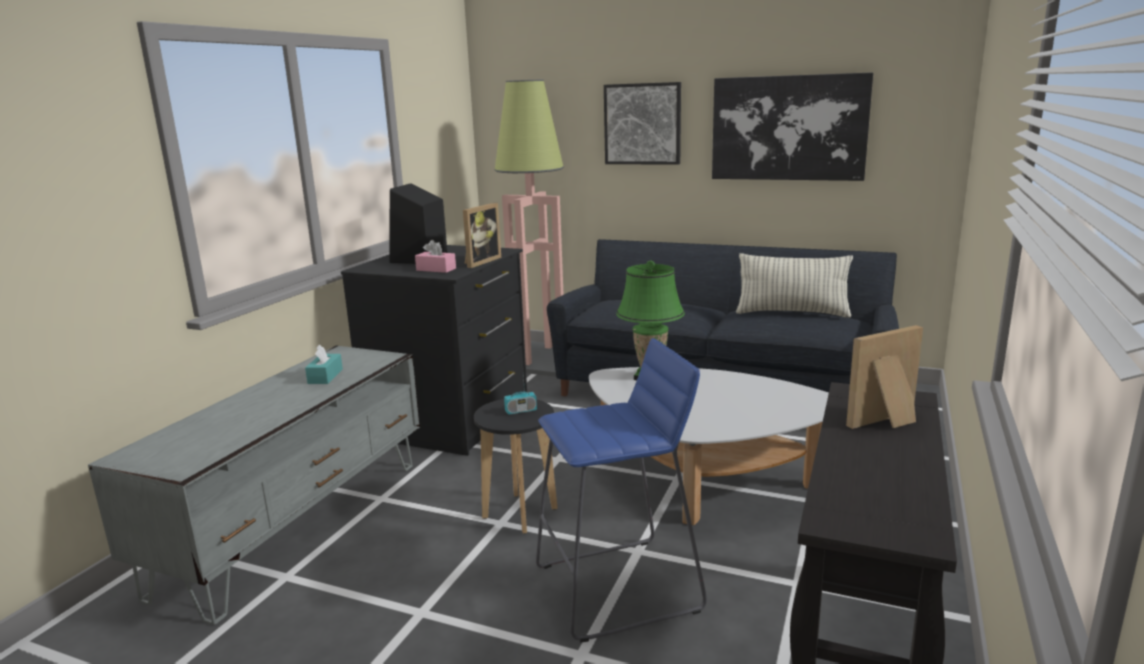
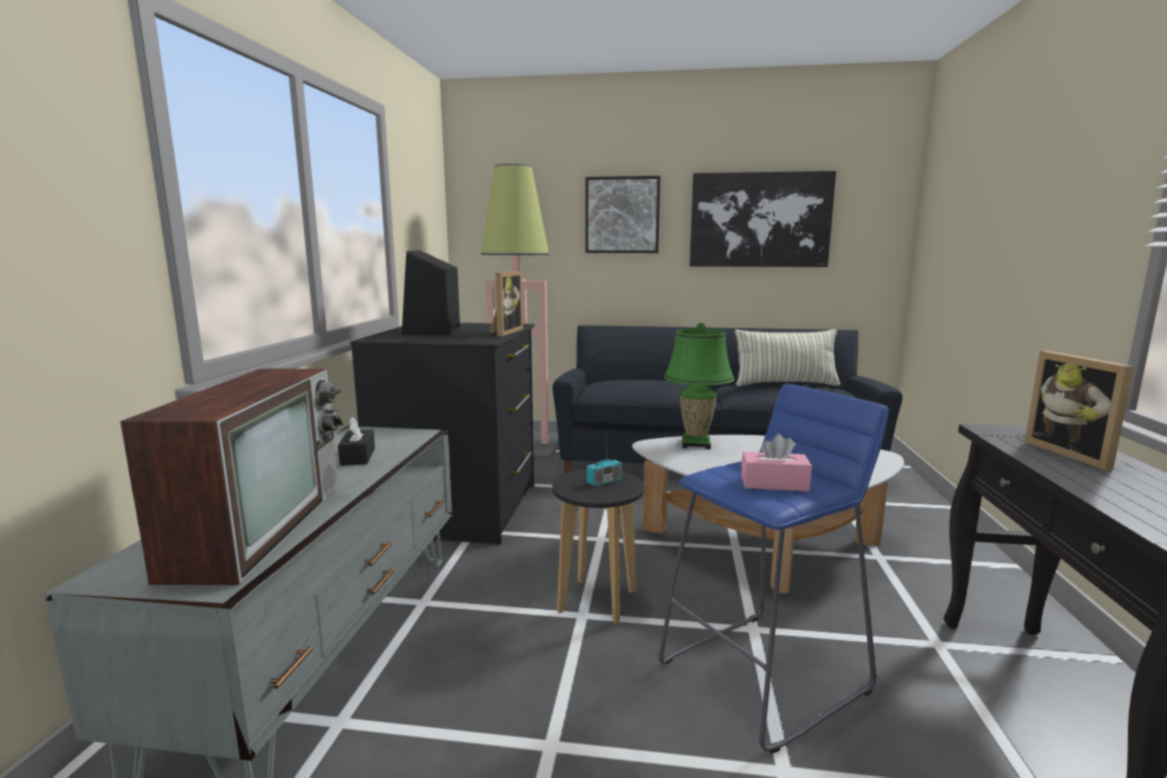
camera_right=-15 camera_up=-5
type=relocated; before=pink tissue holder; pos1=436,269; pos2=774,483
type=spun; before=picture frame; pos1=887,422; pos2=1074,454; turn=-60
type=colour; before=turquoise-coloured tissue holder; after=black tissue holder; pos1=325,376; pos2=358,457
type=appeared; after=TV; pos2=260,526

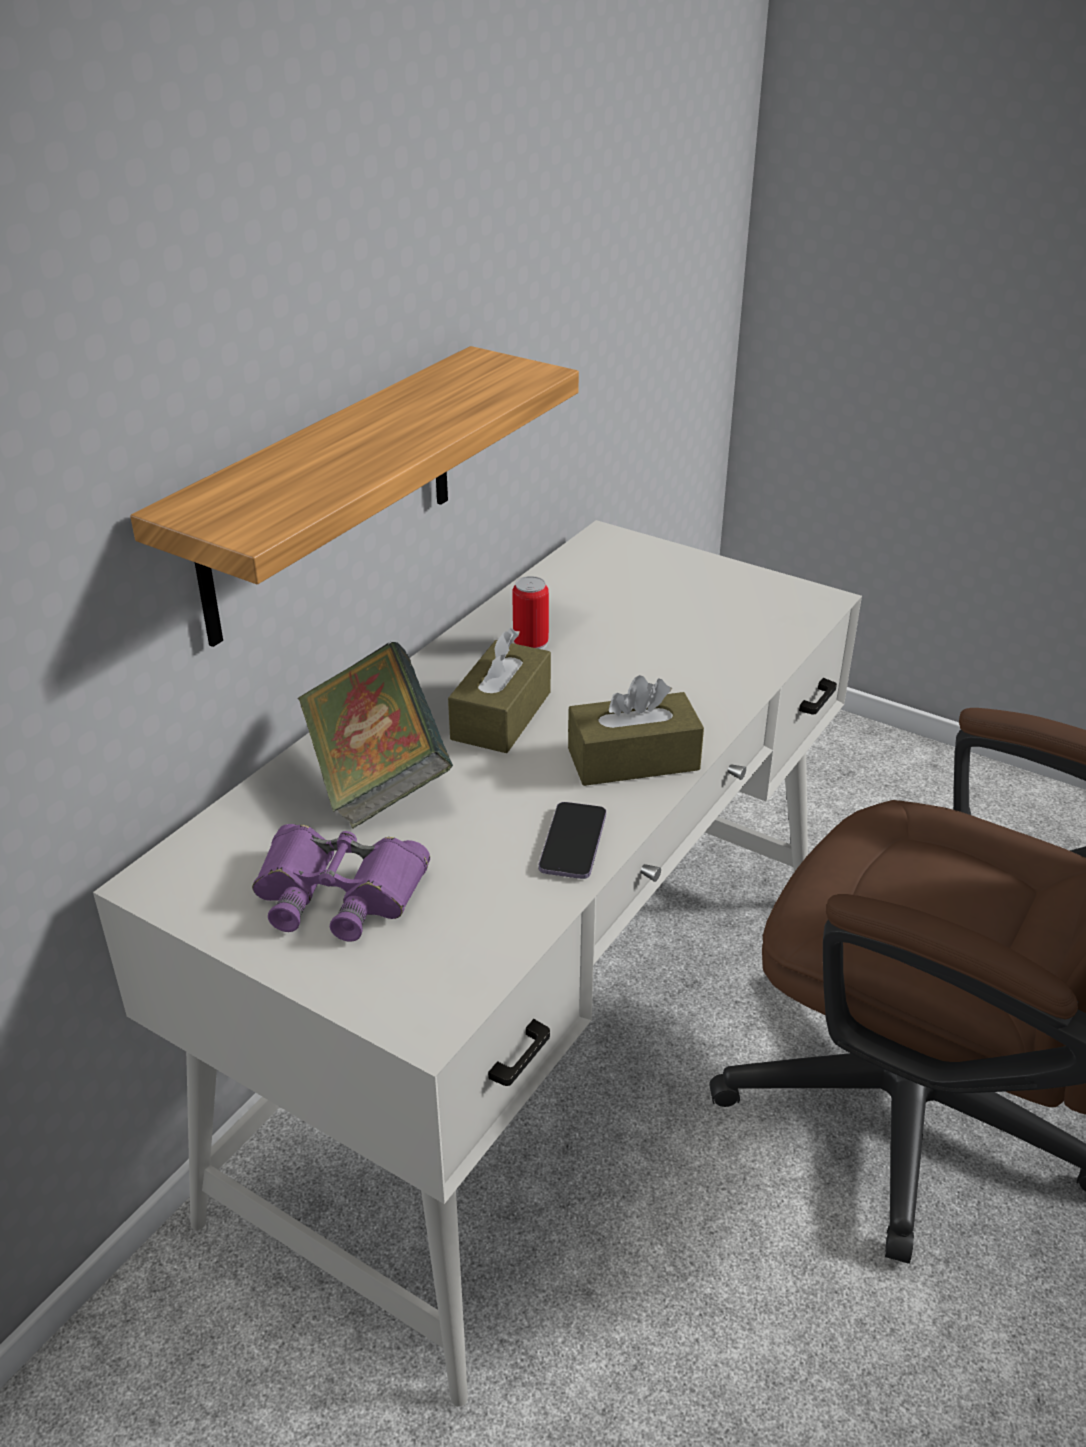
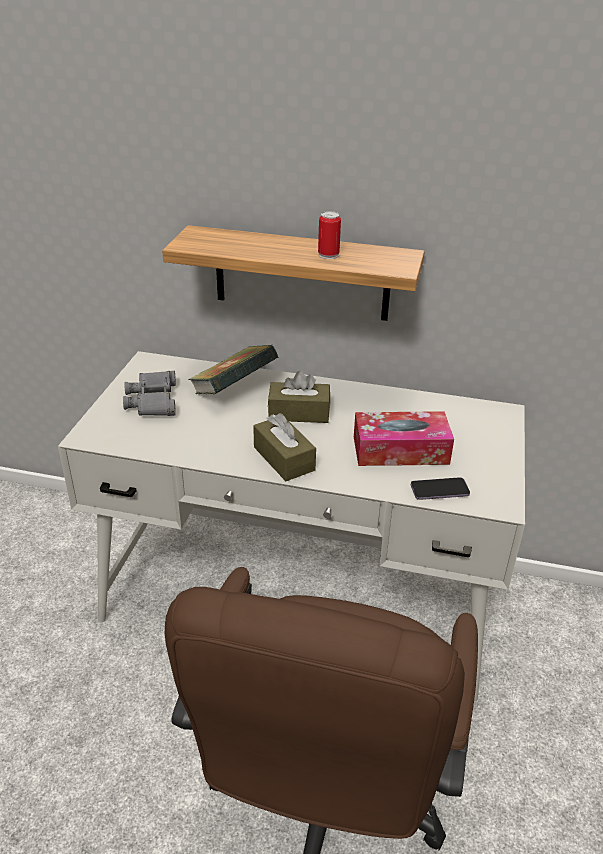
camera_right=70 camera_up=0
type=relocated; before=metal can; pos1=530,644; pos2=328,255
type=relocated; before=handset; pos1=573,843; pos2=439,490
type=colour; before=purplish field glasses; after=grey field glasses; pos1=338,893; pos2=153,400
type=appeared; after=tissue holder; pos2=400,450

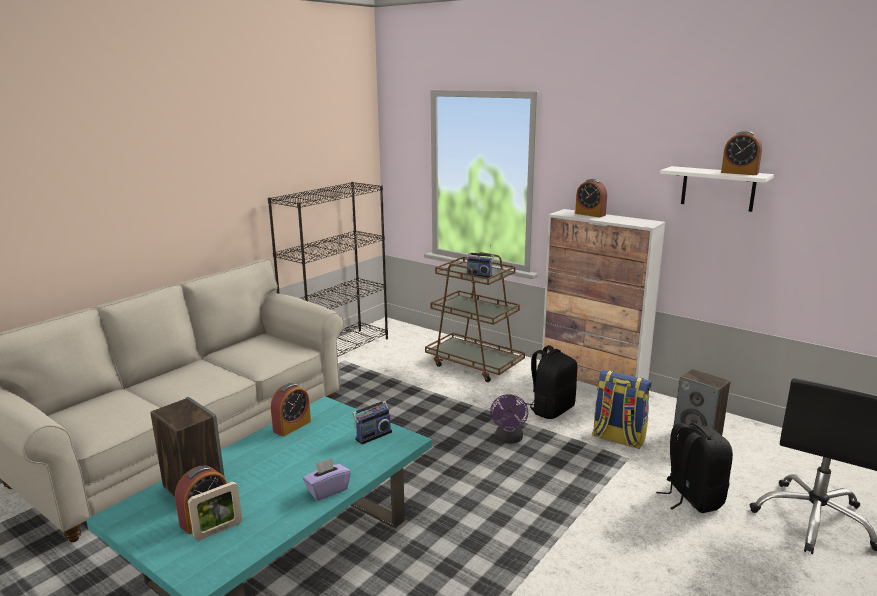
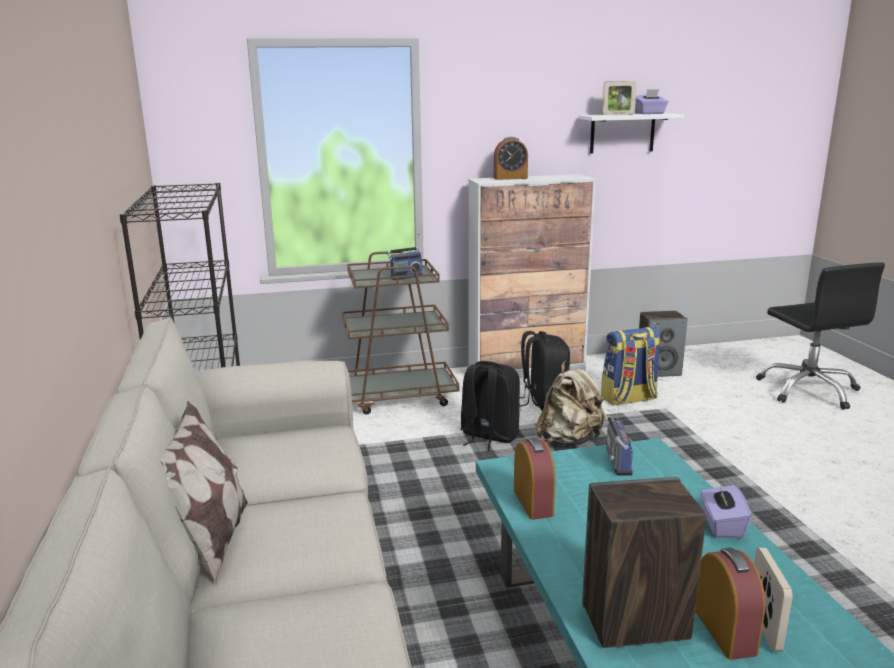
camera_right=-50 camera_up=0
type=exchanged; before=alarm clock; after=purplish tissue holder; pos1=739,173; pos2=649,113
type=exchanged; before=purplish electric fan; after=sand-coloured backpack; pos1=509,439; pos2=569,441
type=relocated; before=black backpack; pos1=691,497; pos2=488,436
type=appeared; after=picture frame; pos2=618,115
type=appeared; after=pillow; pos2=209,543

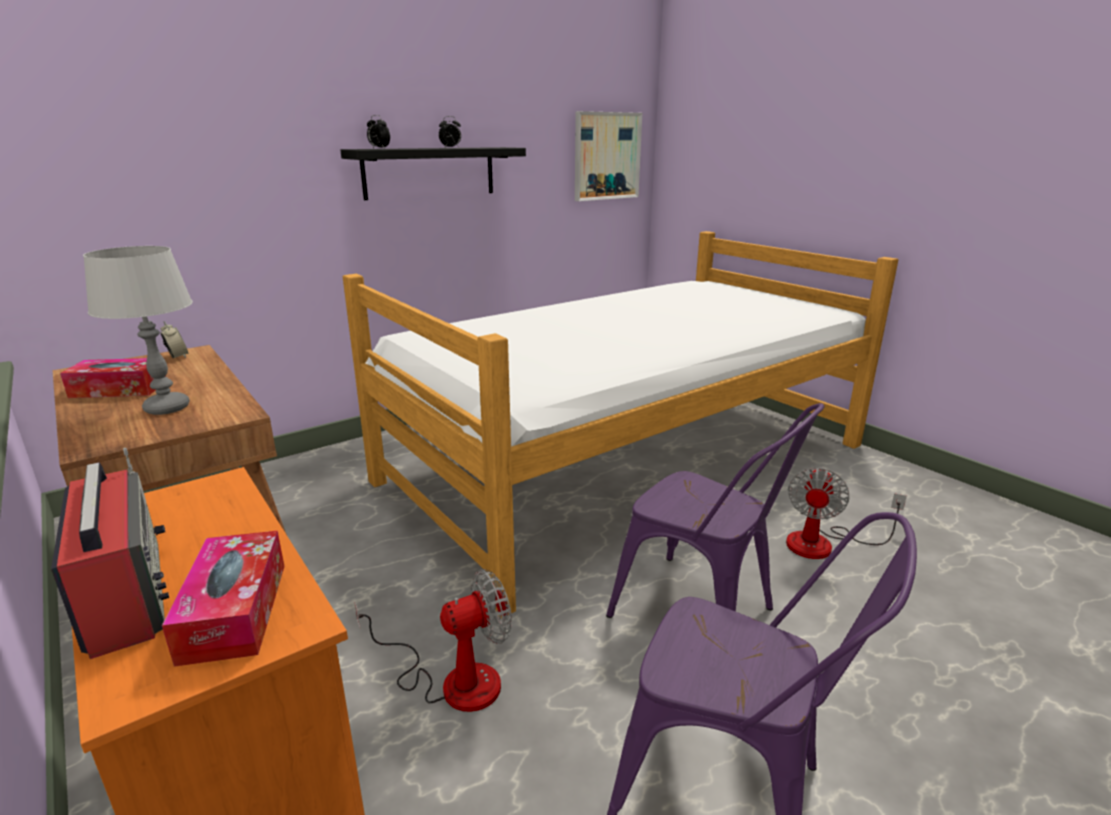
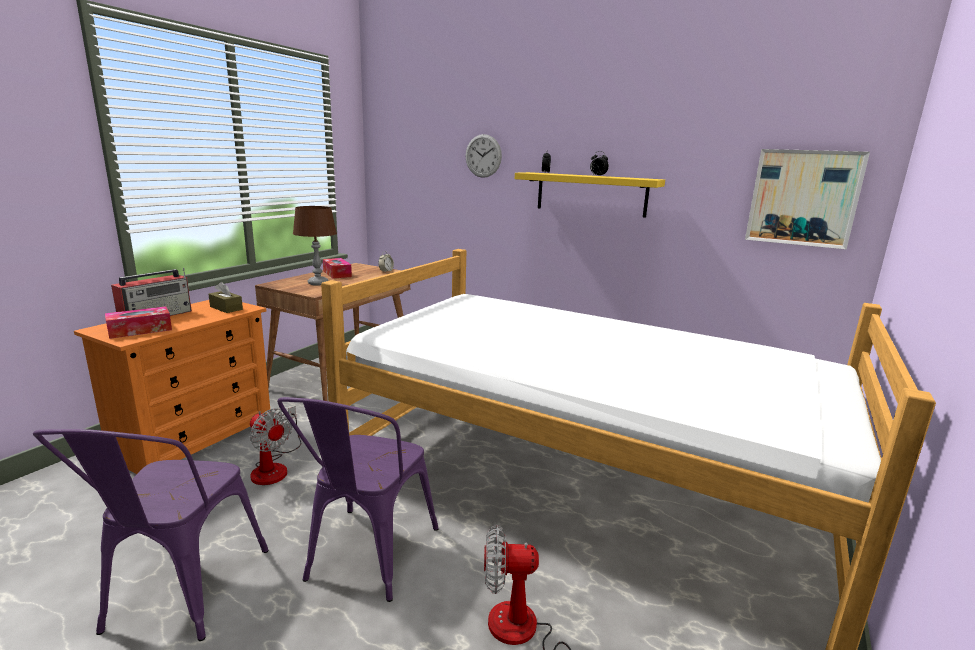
camera_right=65 camera_up=-5
type=colour; before=black wall shelf; after=yellow-coloured wall shelf; pos1=430,172; pos2=591,194
type=colour; before=grey lamp for a table; after=brown lamp for a table; pos1=167,408; pos2=318,283
type=appeared; after=wall clock; pos2=483,156
type=appeared; after=brown tissue holder; pos2=226,308

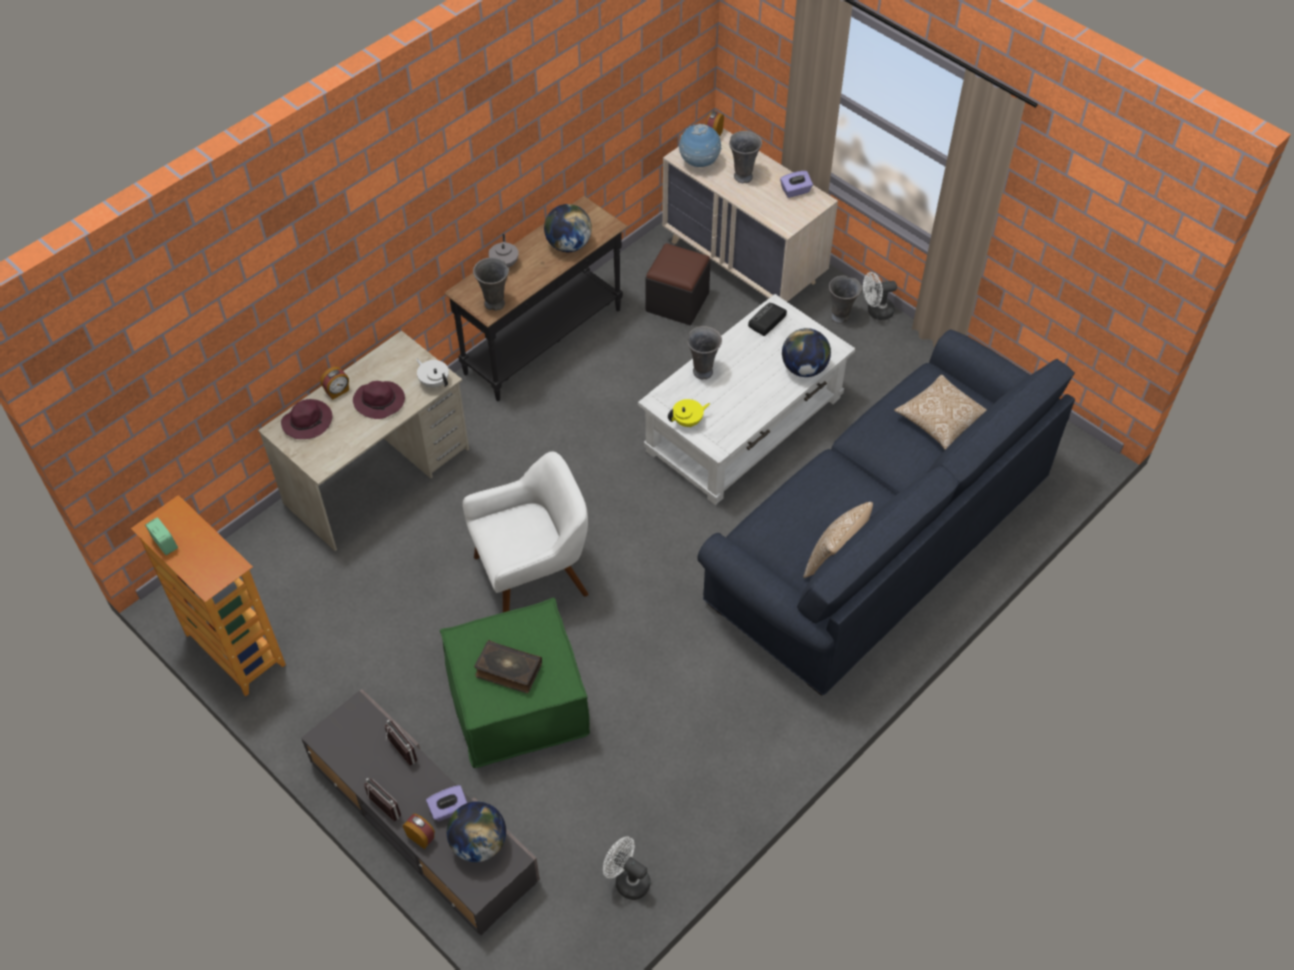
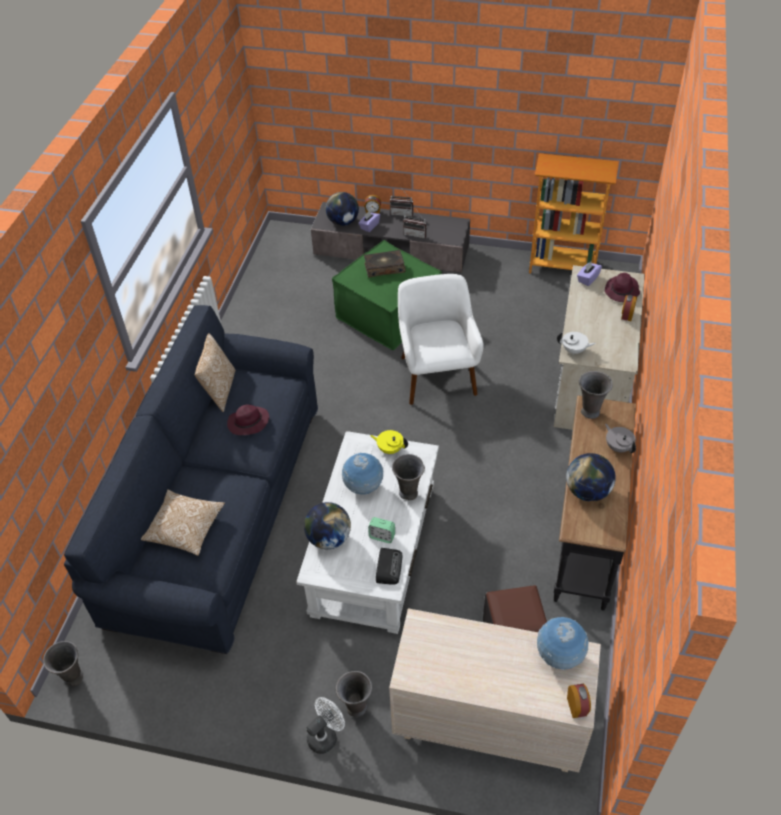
camera_right=150 camera_up=-5
type=relocated; before=grey vase; pos1=743,176; pos2=74,678
type=relocated; before=purplish tissue holder; pos1=795,191; pos2=587,279
type=relocated; before=purplish wearable hat; pos1=380,401; pos2=248,423
type=spun; before=yellow-coloured teapot; pos1=688,421; pos2=390,449; turn=75
type=spun; before=whitish armchair; pos1=533,577; pos2=437,375; turn=135
type=relocated; before=alarm clock; pos1=165,544; pos2=382,536
type=missing; before=whitish electric fan; pos1=627,880
type=appeared; after=world globe; pos2=363,487

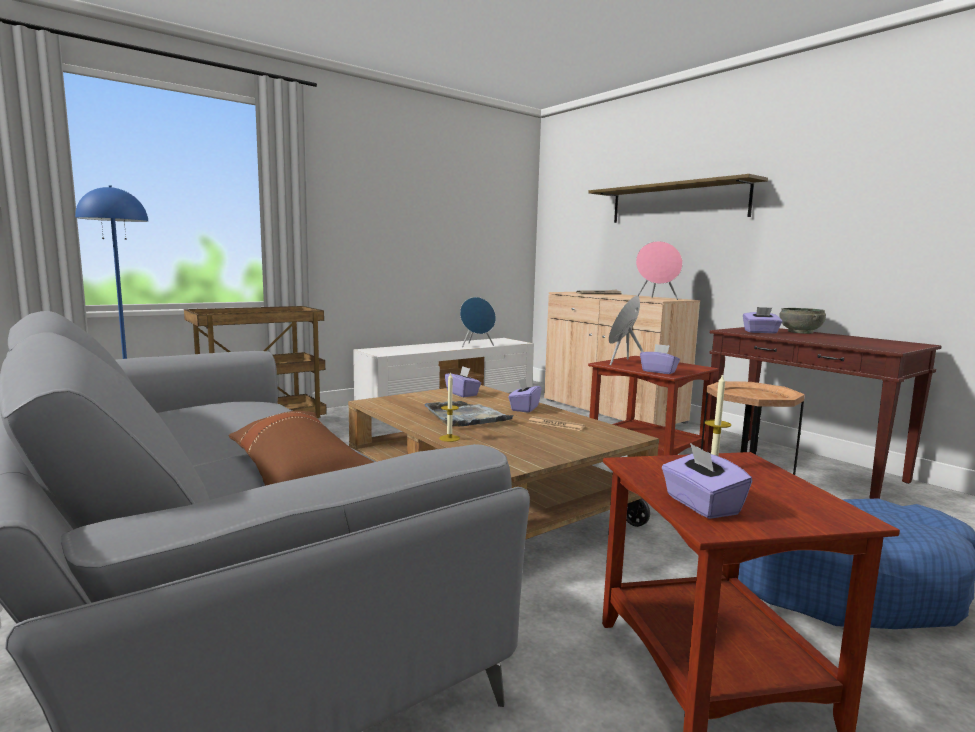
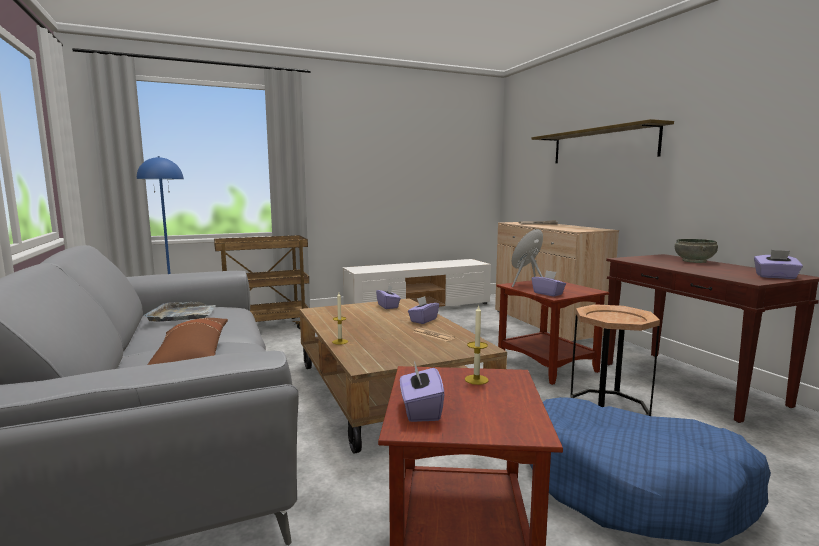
camera_right=15 camera_up=0
type=missing; before=pink audio speaker; pos1=656,299
type=missing; before=blue-coloured audio speaker; pos1=476,346
type=relocated; before=purplish tissue holder; pos1=760,332; pos2=775,277
type=relocated; before=grey carrying tray; pos1=466,417; pos2=183,315

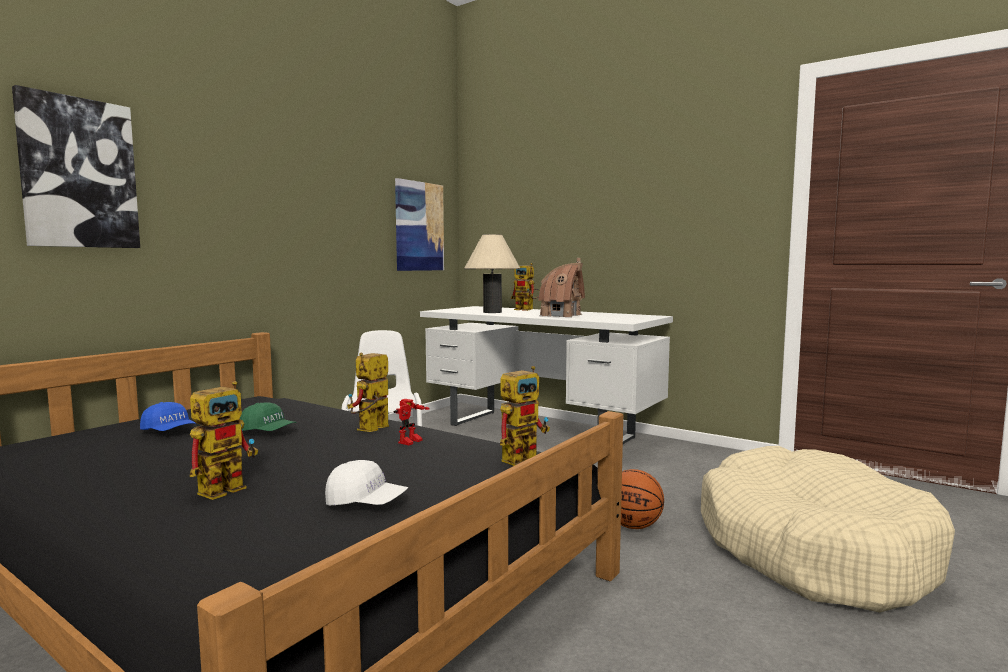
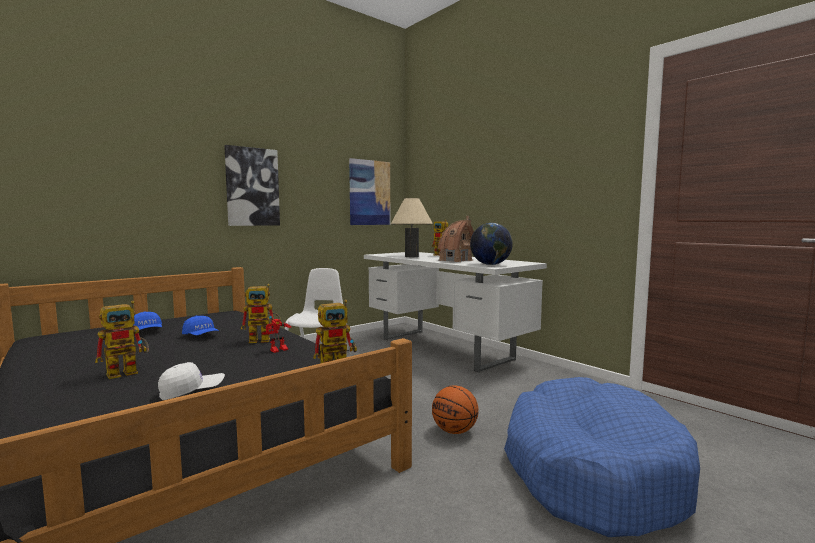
camera_right=15 camera_up=0
type=relocated; before=wall picture; pos1=79,173; pos2=252,187
type=spun; before=model robot; pos1=370,430; pos2=264,339; turn=-150
type=colour; before=green-coloured baseball cap; after=blue-coloured baseball cap; pos1=268,432; pos2=201,336
type=colour; before=sand-coloured dog bed; after=blue-coloured dog bed; pos1=811,549; pos2=591,471
type=spun; before=whitish baseball cap; pos1=366,503; pos2=192,391; turn=-60
type=appeared; after=world globe; pos2=490,265

